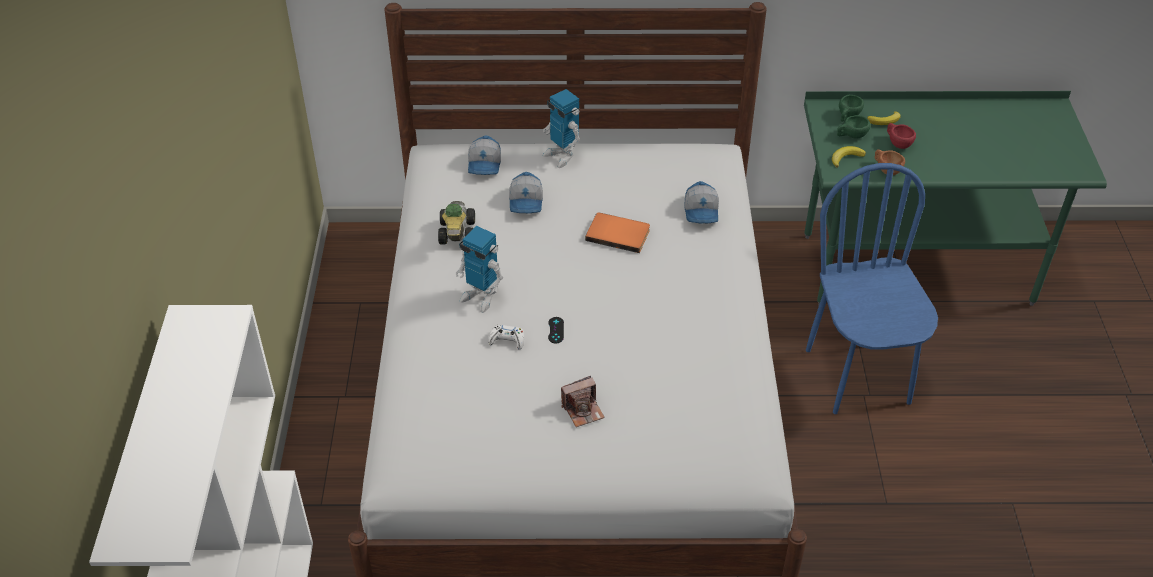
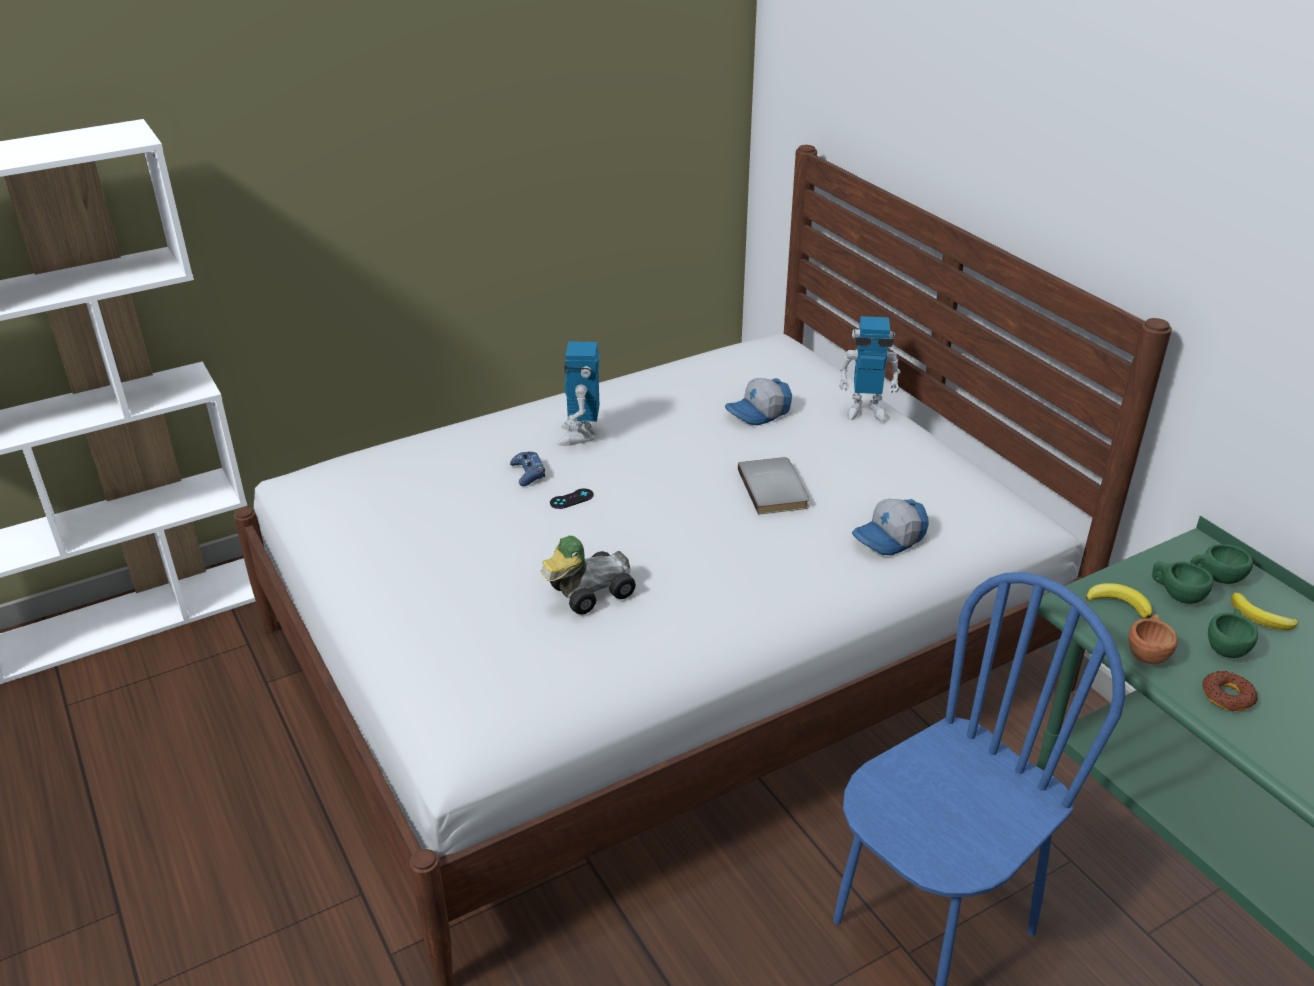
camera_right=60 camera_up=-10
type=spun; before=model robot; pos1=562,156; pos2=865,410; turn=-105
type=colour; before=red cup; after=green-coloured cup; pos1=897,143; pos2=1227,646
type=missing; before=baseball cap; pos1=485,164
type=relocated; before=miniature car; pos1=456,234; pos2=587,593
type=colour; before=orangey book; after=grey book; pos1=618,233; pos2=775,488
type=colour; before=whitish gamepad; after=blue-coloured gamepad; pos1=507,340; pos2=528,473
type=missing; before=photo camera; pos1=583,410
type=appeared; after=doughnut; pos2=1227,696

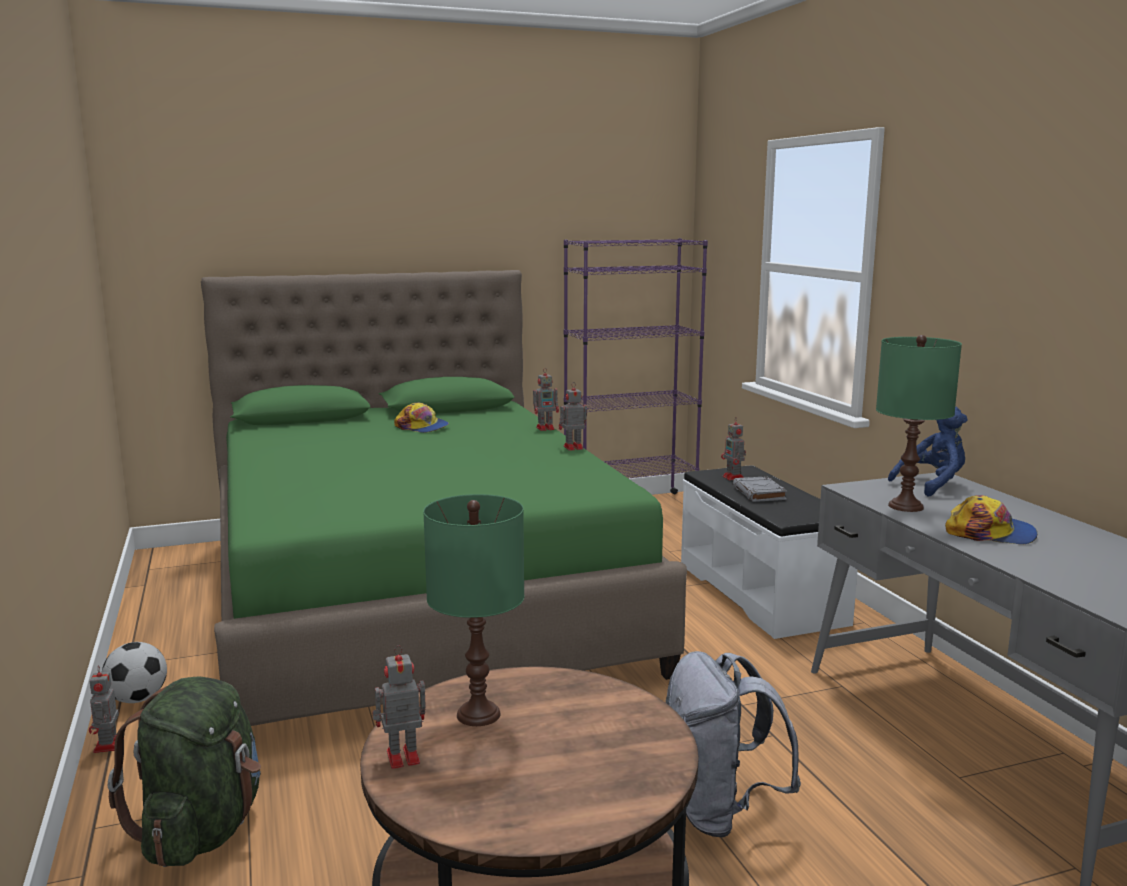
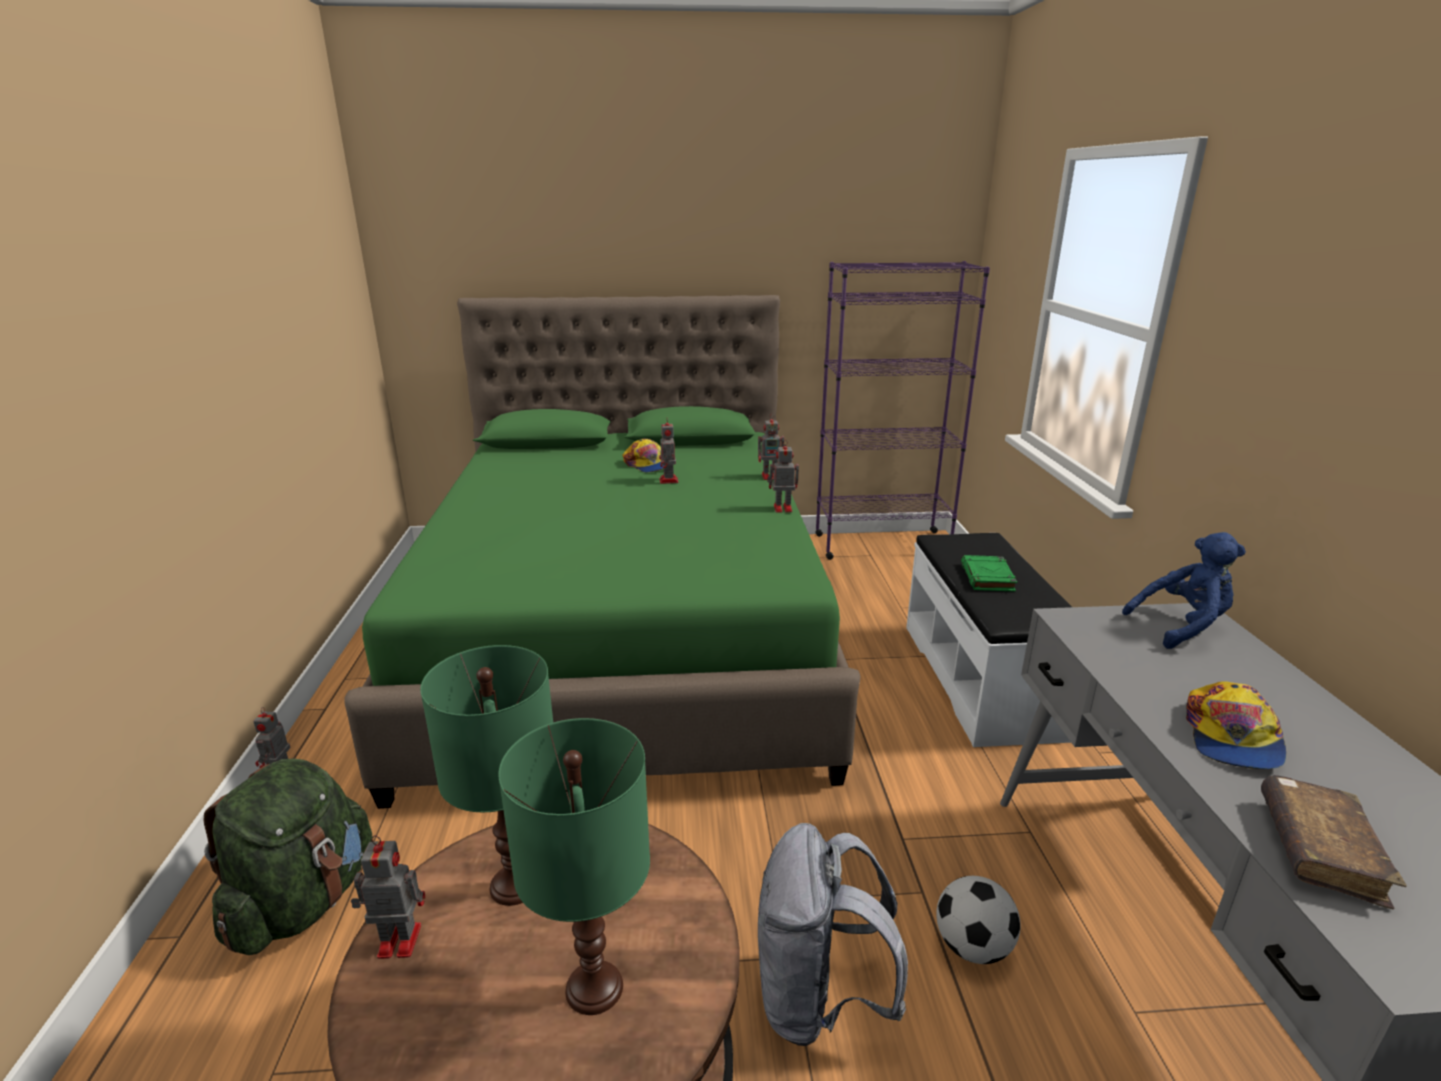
camera_right=15 camera_up=10
type=relocated; before=green-coloured lamp for a table; pos1=906,506; pos2=595,988
type=relocated; before=model robot; pos1=733,478; pos2=668,481
type=colour; before=grey book; after=green-coloured book; pos1=759,493; pos2=987,578
type=spun; before=baseball cap; pos1=990,533; pos2=1231,737; turn=75
type=relocated; before=ball for football; pos1=137,699; pos2=972,947
type=appeared; after=brown book; pos2=1319,850

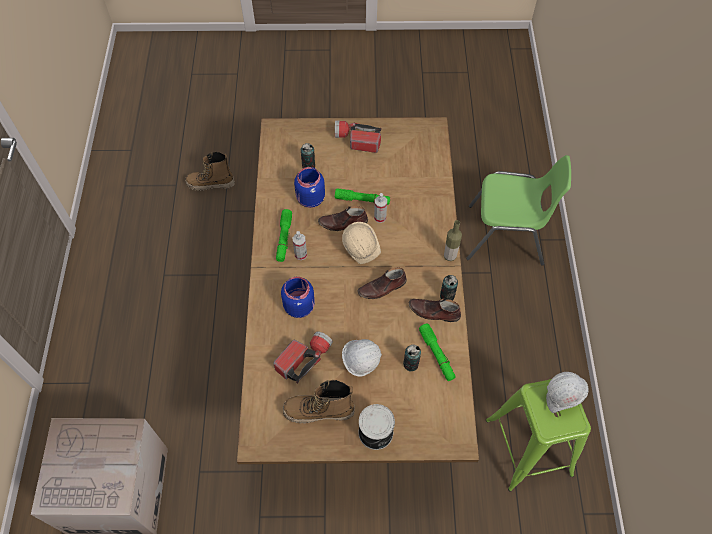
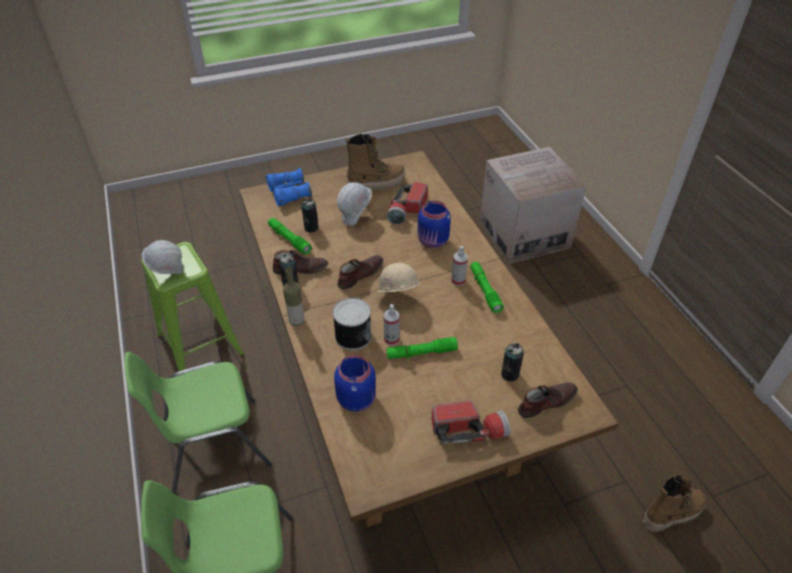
camera_right=160 camera_up=-15
type=relocated; before=blue-coloured jar; pos1=310,199; pos2=357,398
type=relocated; before=brown low shoe; pos1=343,223; pos2=546,402
type=relocated; before=metal can; pos1=376,433; pos2=352,335
type=appeared; after=blue-coloured field glasses; pos2=289,193
type=appeared; after=green-coloured chair; pos2=213,446

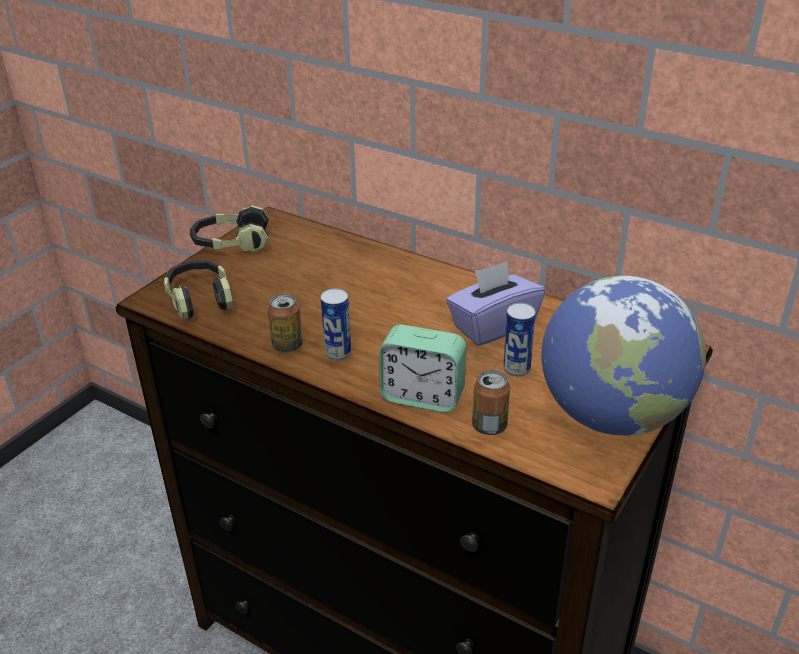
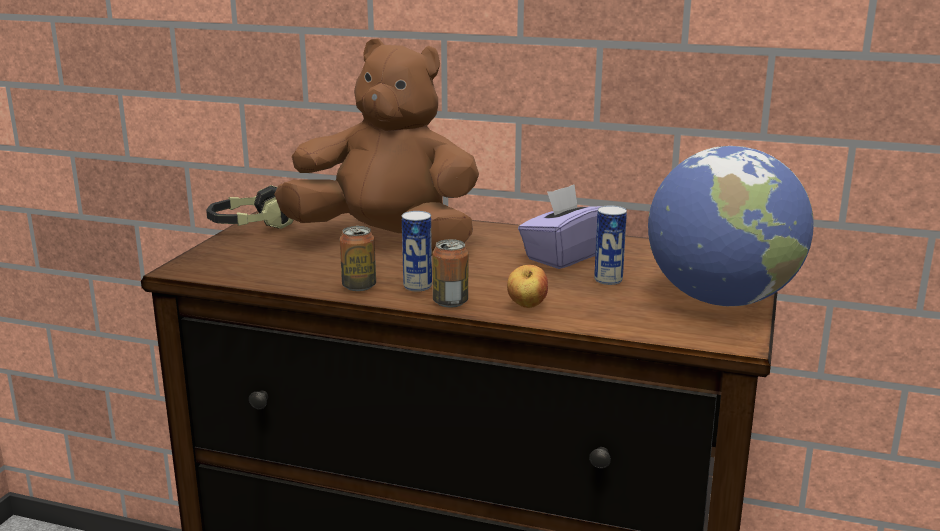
camera_right=-15 camera_up=-15
type=missing; before=headphones; pos1=199,299
type=exchanged; before=alarm clock; after=apple; pos1=422,396; pos2=527,306
type=relocated; before=metal can; pos1=489,426; pos2=450,302
type=appeared; after=brown cuddly toy; pos2=387,242

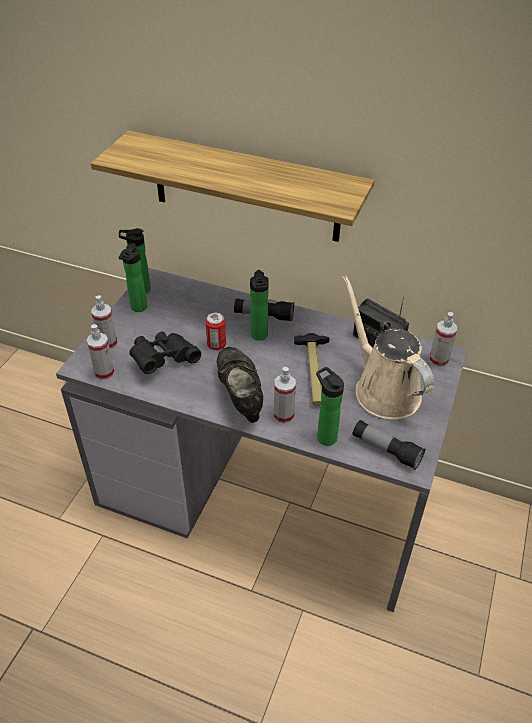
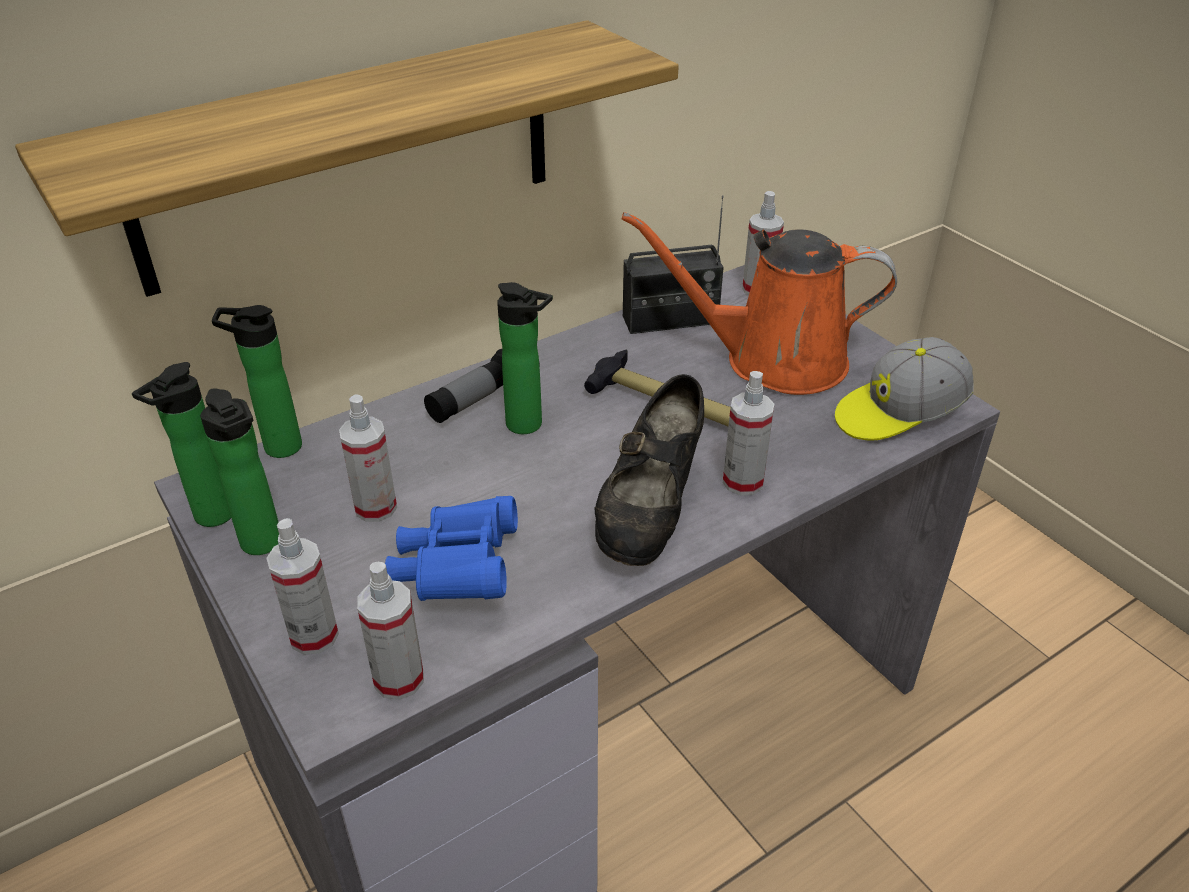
camera_right=-55 camera_up=-5
type=colour; before=sand-coloured sprinkling can; after=orangey sprinkling can; pos1=383,389; pos2=773,360
type=missing; before=metal can; pos1=216,345
type=colour; before=black field glasses; after=blue-coloured field glasses; pos1=163,360; pos2=458,570
type=spun; before=black low shoe; pos1=240,395; pos2=650,510; turn=-90
type=relocated; before=beverage bottle; pos1=324,436; pos2=277,446
type=exchanged; before=flashlight; after=baseball cap; pos1=386,450; pos2=898,414
type=appeared; after=hand sprayer; pos2=375,507

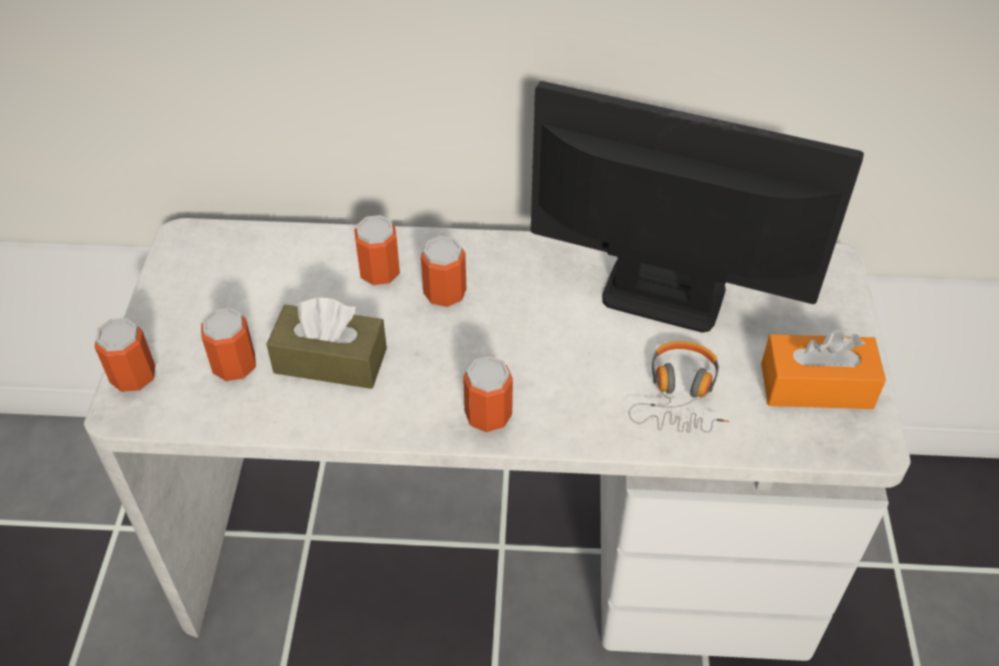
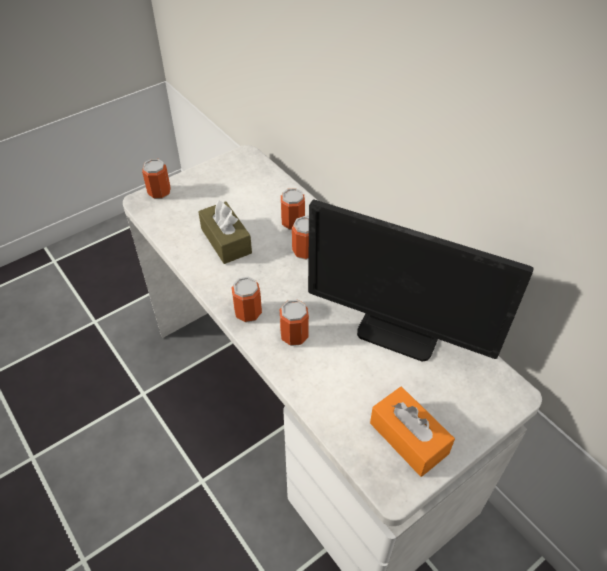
camera_right=50 camera_up=0
type=spun; before=computer screen; pos1=663,294; pos2=399,331; turn=135
type=relocated; before=metal can; pos1=235,366; pos2=294,336
type=missing; before=headphones; pos1=680,396

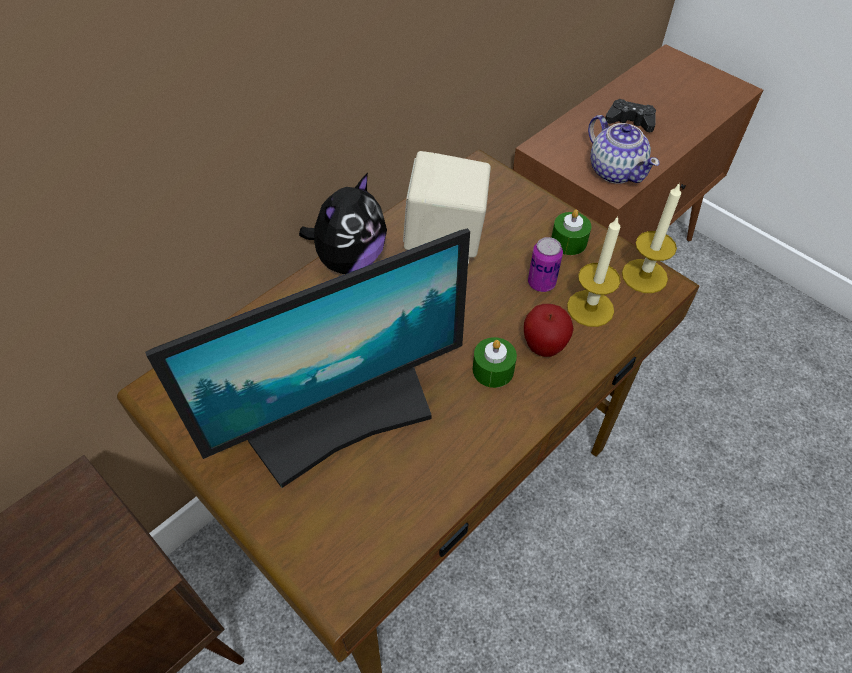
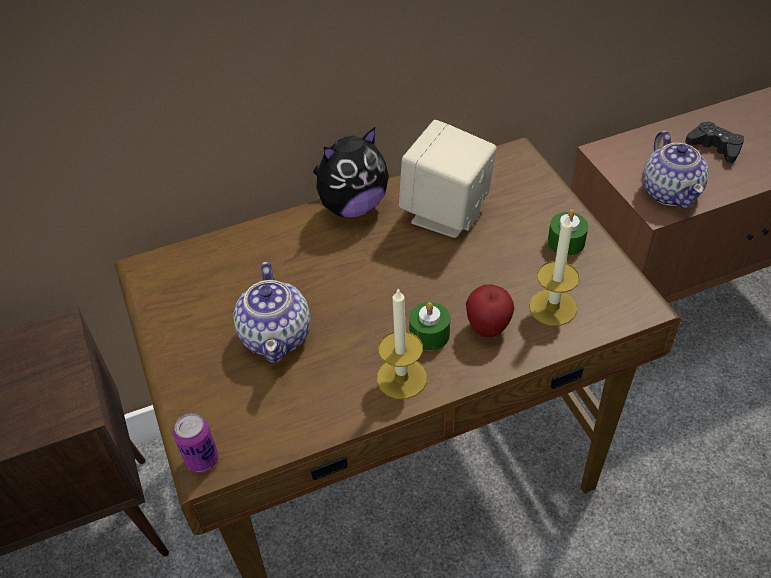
camera_right=25 camera_up=-5
type=relocated; before=candle; pos1=644,276; pos2=401,378
type=exchanged; before=computer screen; after=teapot; pos1=342,420; pos2=277,335
type=relocated; before=metal can; pos1=541,283; pos2=202,459

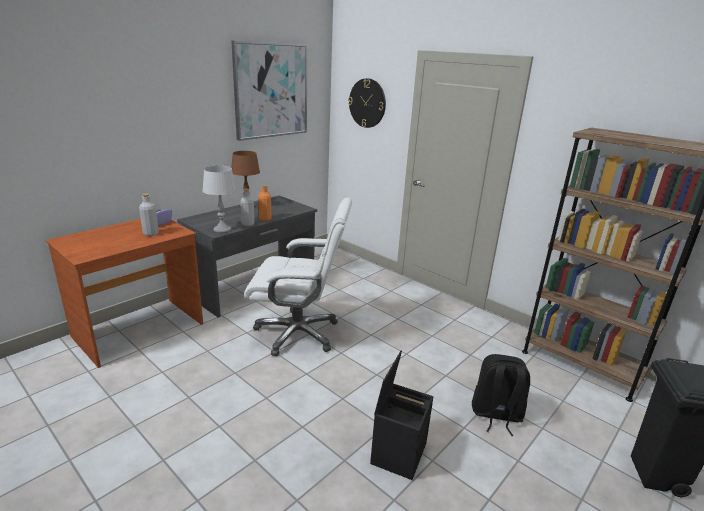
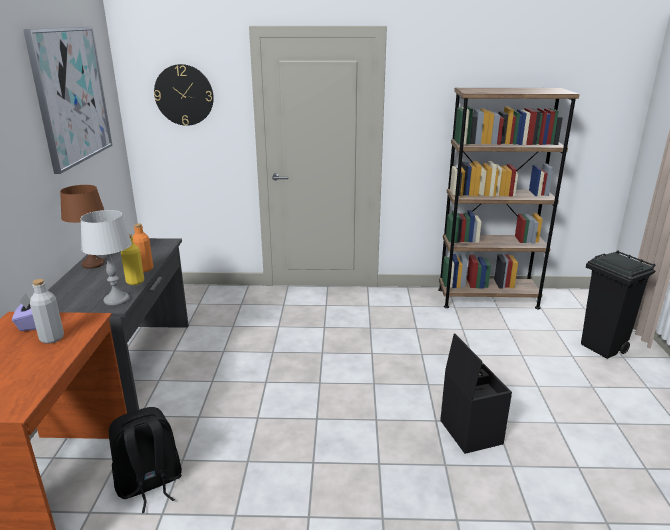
camera_right=-40 camera_up=0
type=colour; before=grey beverage bottle; after=yellow-coloured beverage bottle; pos1=248,224; pos2=135,282
type=missing; before=whitish desk chair; pos1=298,333
type=relocated; before=black backpack; pos1=496,415; pos2=149,484

